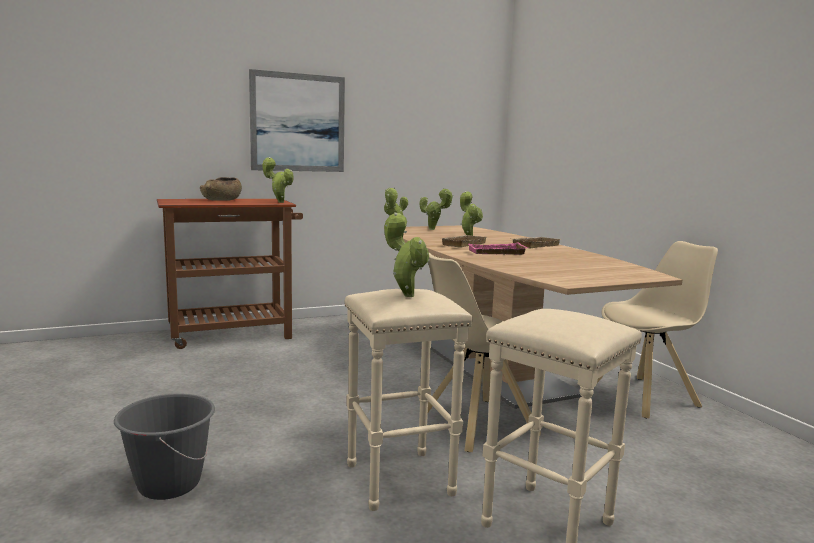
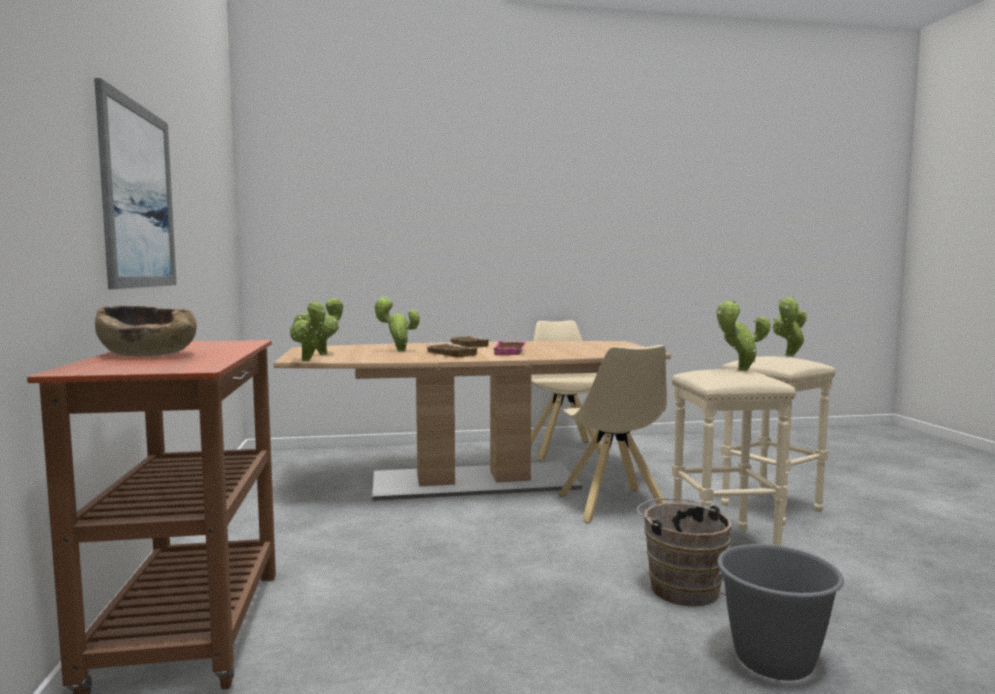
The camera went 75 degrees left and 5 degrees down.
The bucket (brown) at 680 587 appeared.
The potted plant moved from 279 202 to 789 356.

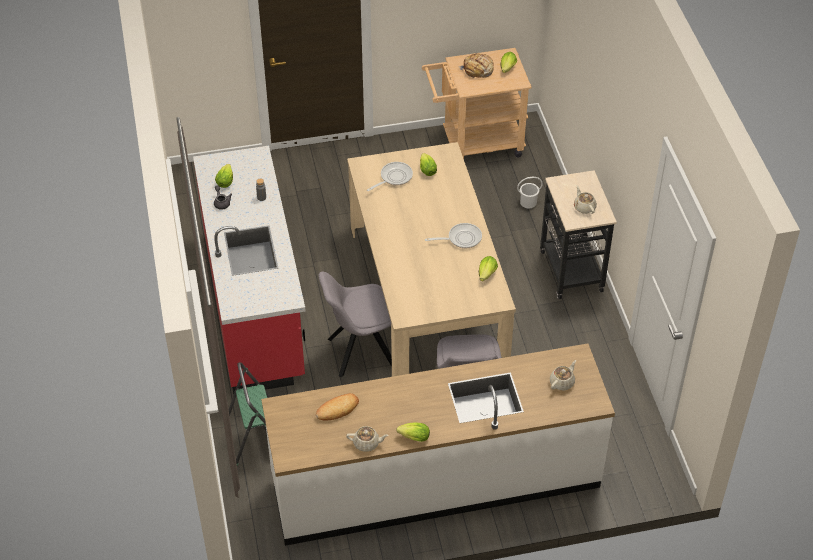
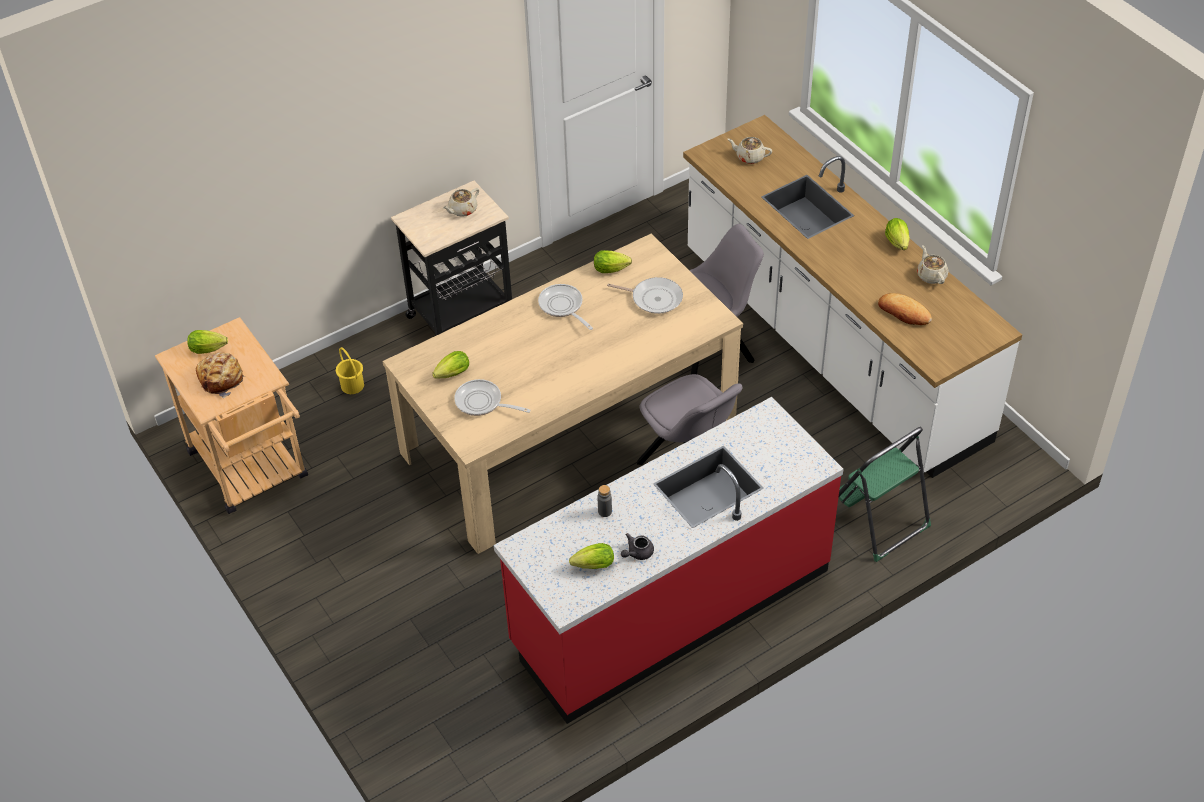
The camera went 110 degrees left and 0 degrees up.
The frying pan at 654 298 appeared.
The bucket (white) at 528 202 became the bucket (yellow) at 352 385.

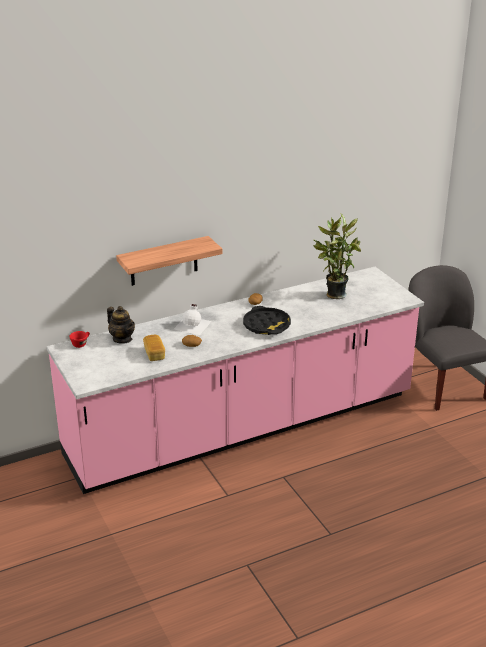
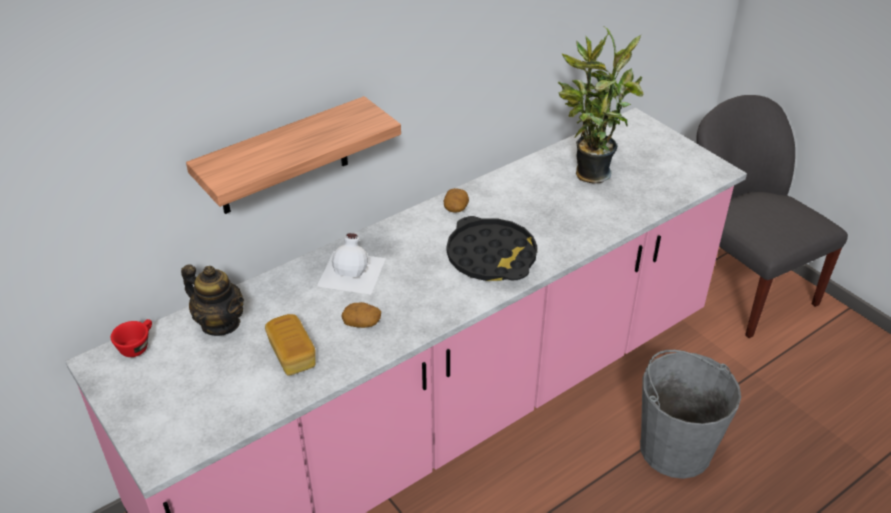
The camera went 10 degrees left and 10 degrees up.
The bucket (grey) at 675 448 appeared.

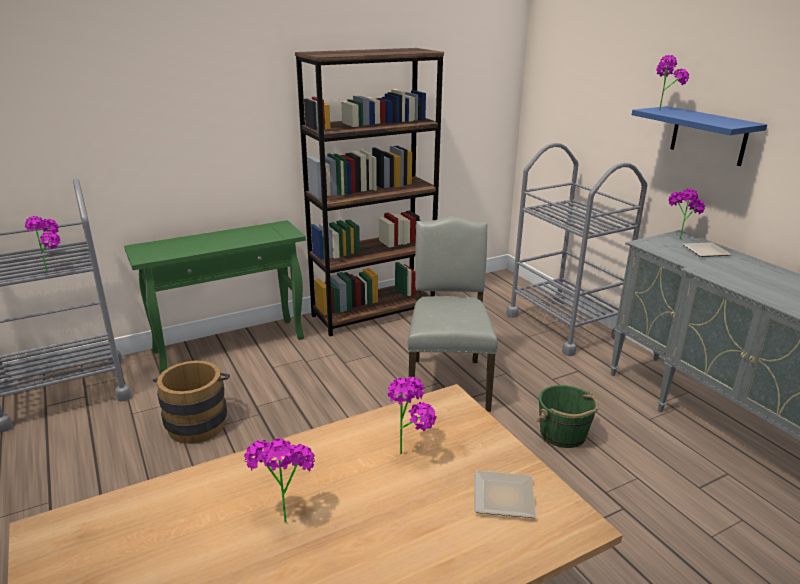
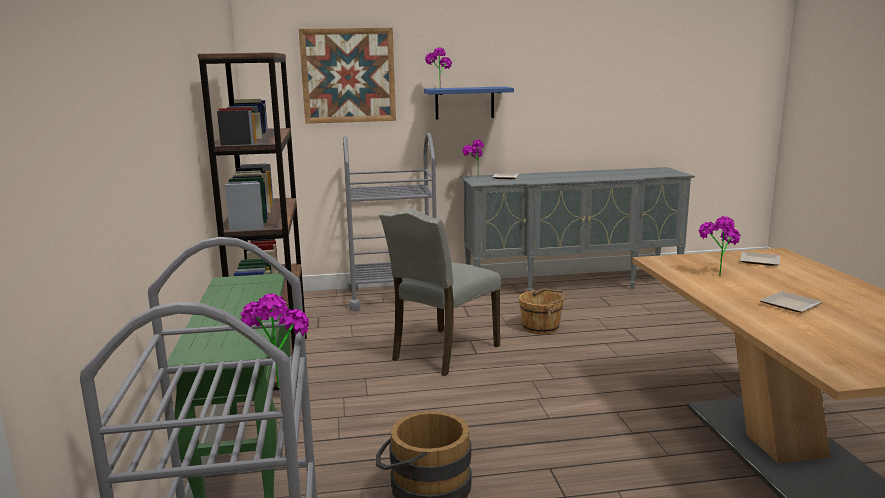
The camera went 70 degrees left and 10 degrees down.
The picture at 348 75 appeared.
The potted plant at 283 513 was replaced by the plate at 791 305.
The bucket (green) at 563 434 became the bucket (brown) at 541 327.
The chair (grey) at 447 381 turned 75 degrees counterclockwise.

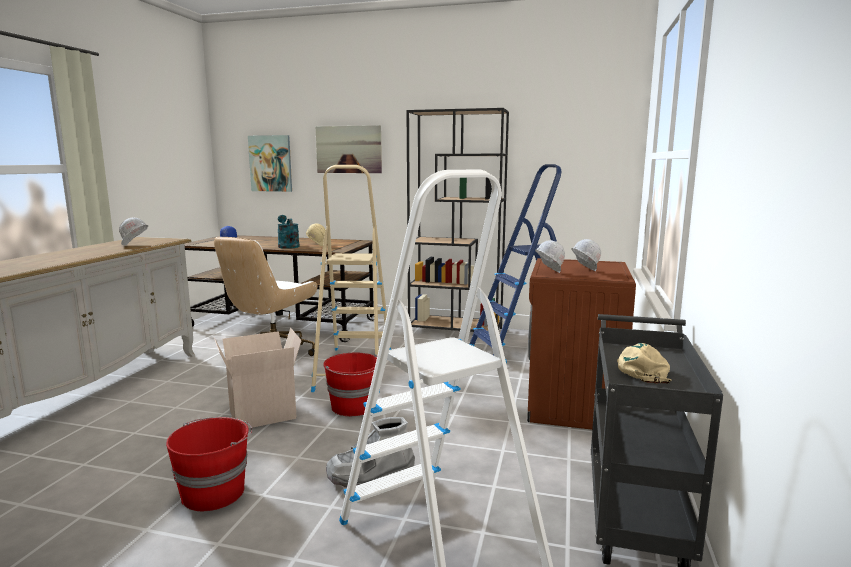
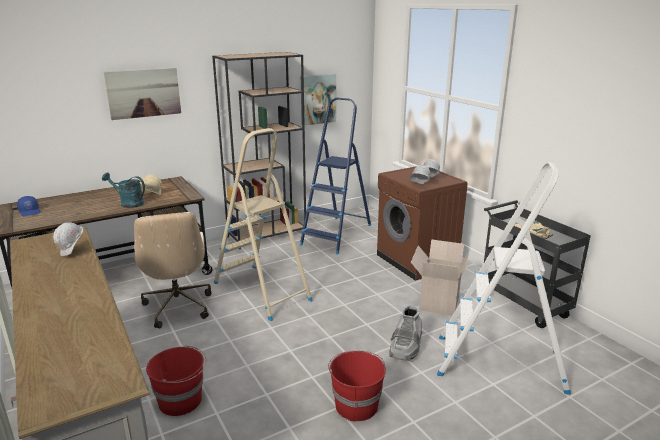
The camera went 45 degrees left and 10 degrees up.
The cardboard box moved from 263 413 to 438 302.
The picture moved from 271 163 to 318 99.
The bucket (red) moved from 354 407 to 181 400.

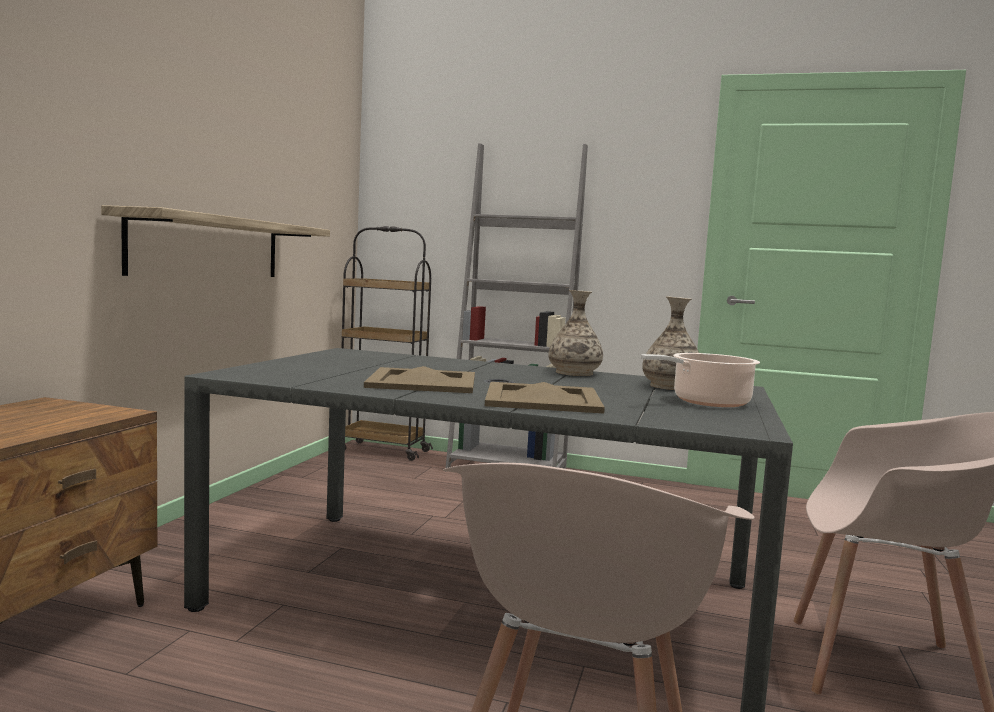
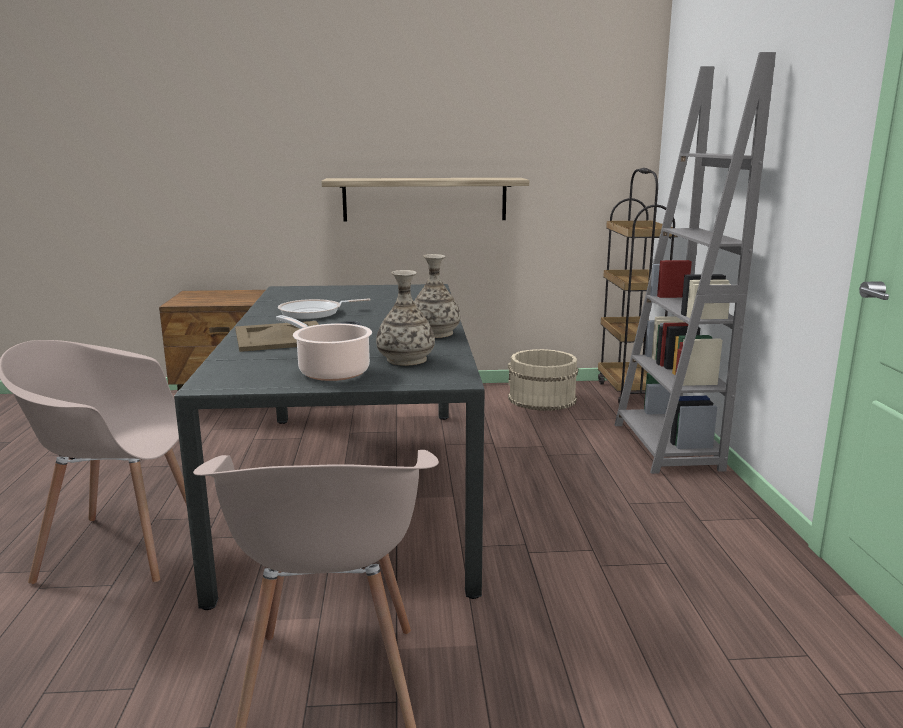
The camera went 70 degrees right and 10 degrees up.
The bucket (beige) at 542 399 appeared.
The tray (beige) at 424 381 was replaced by the frying pan at 314 313.

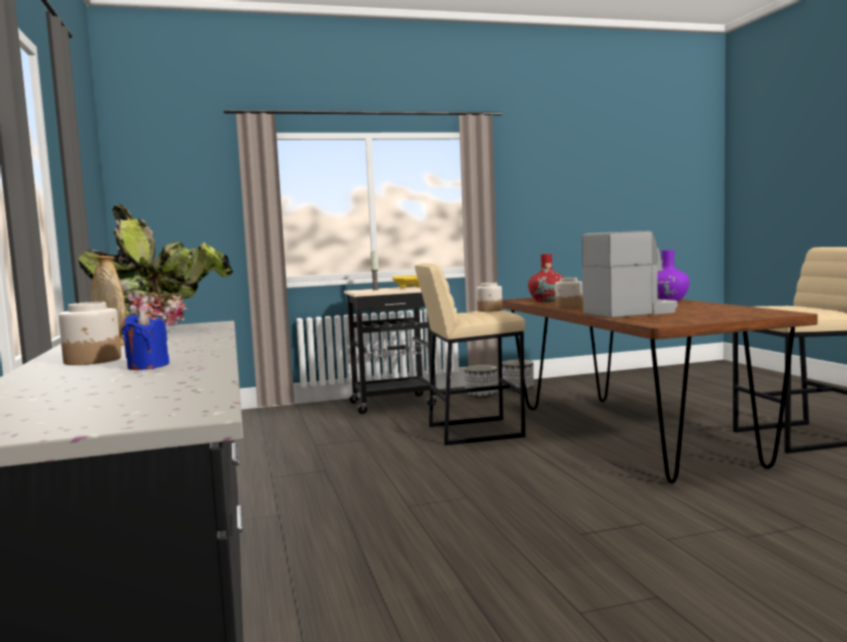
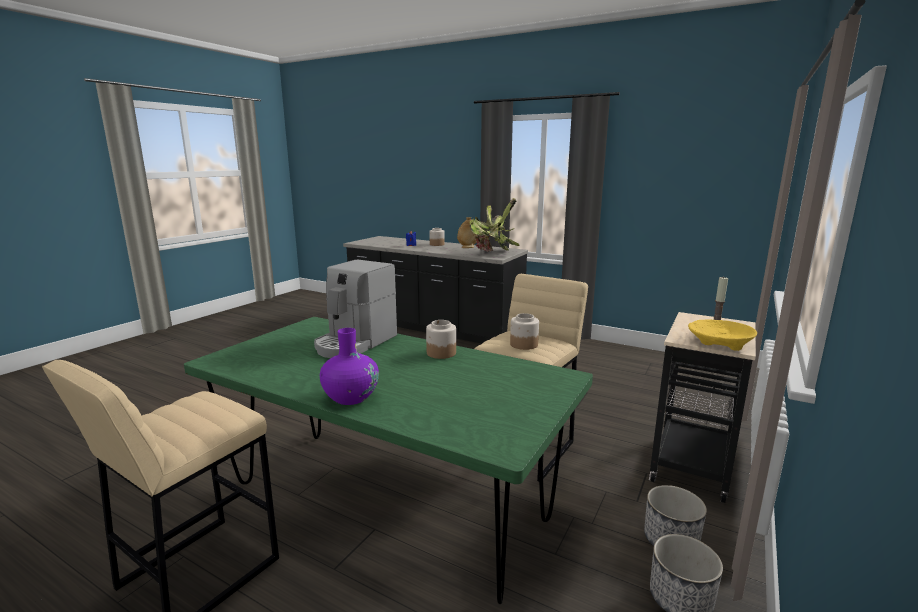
The camera went 135 degrees right and 10 degrees up.
The vase (red) at 547 301 disappeared.
The dining table (brown) at 628 434 became the dining table (green) at 390 501.

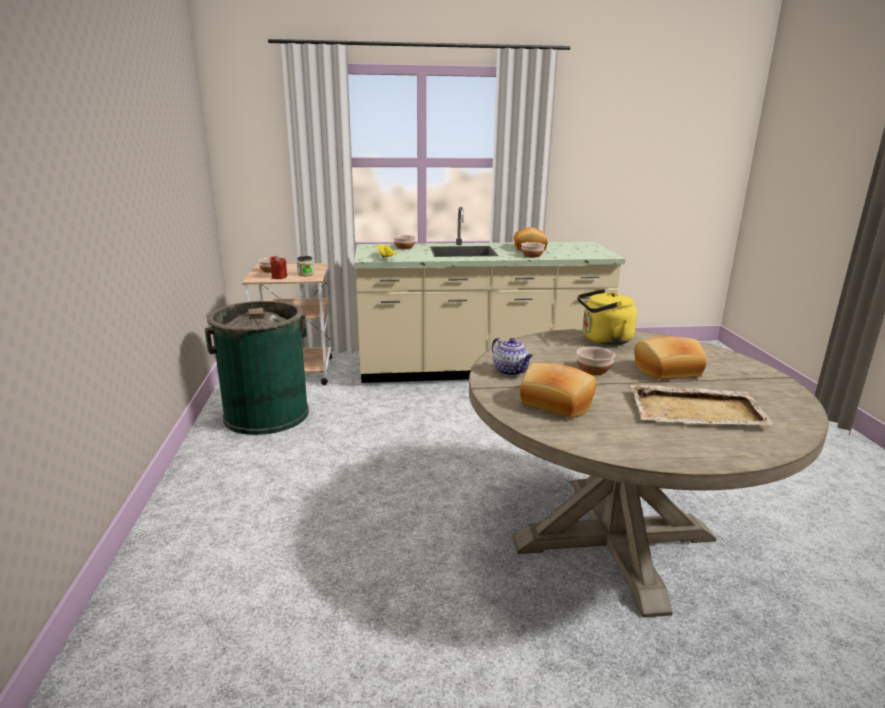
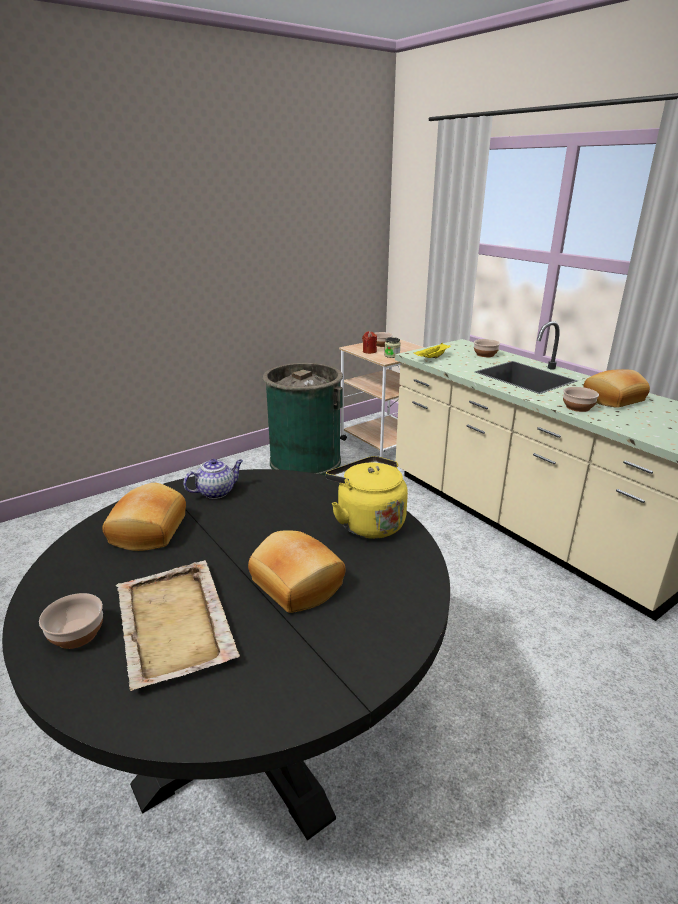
The camera went 60 degrees right and 5 degrees up.
The bowl moved from 594 370 to 76 634.
The dining table (beige) at 613 539 became the dining table (black) at 254 730.
The teapot at 511 371 turned 150 degrees counterclockwise.

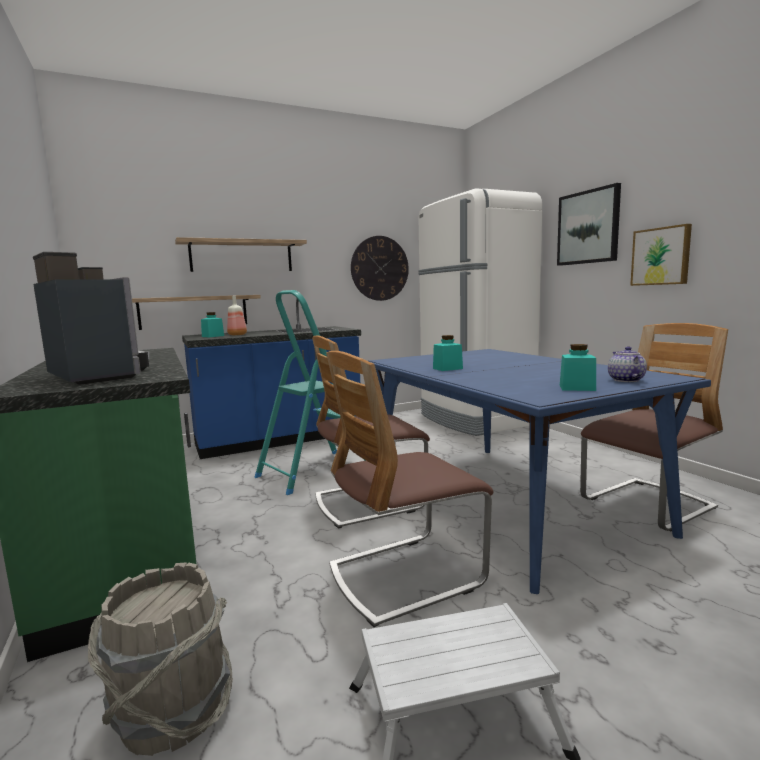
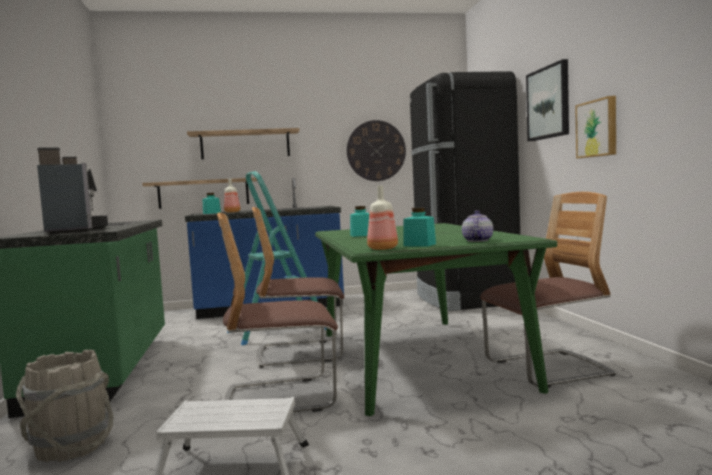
The camera went 15 degrees right and 5 degrees down.
The bottle at 382 249 appeared.
The dining table (blue) at 502 500 became the dining table (green) at 415 358.
The fridge (white) at 474 420 became the fridge (black) at 464 299.

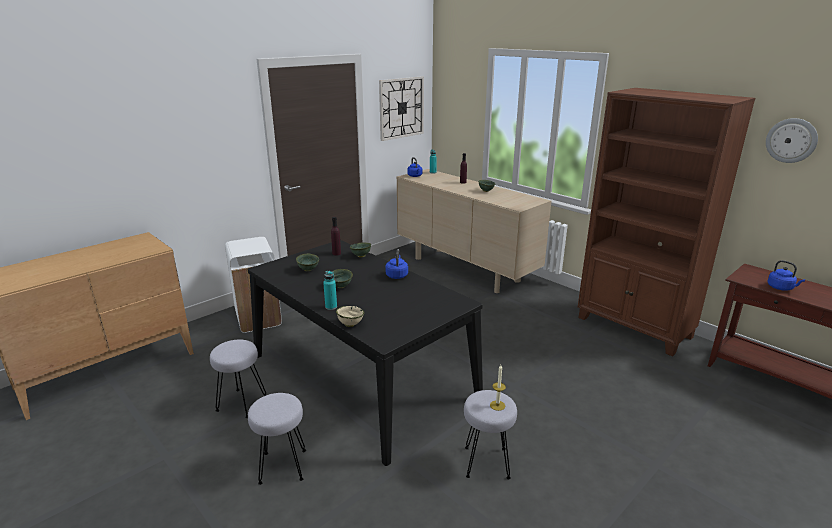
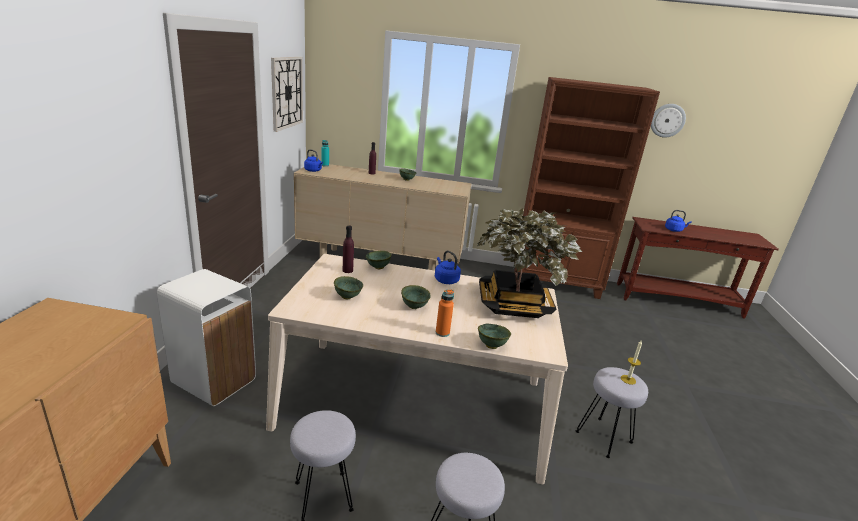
The camera went 40 degrees left and 0 degrees up.
The potted plant at 514 305 appeared.
The dining table (black) at 361 376 became the dining table (beige) at 415 403.
The bottle (turquoise) at 331 307 became the bottle (orange) at 442 333.
The bowl (beige) at 350 324 became the bowl (green) at 491 346.

